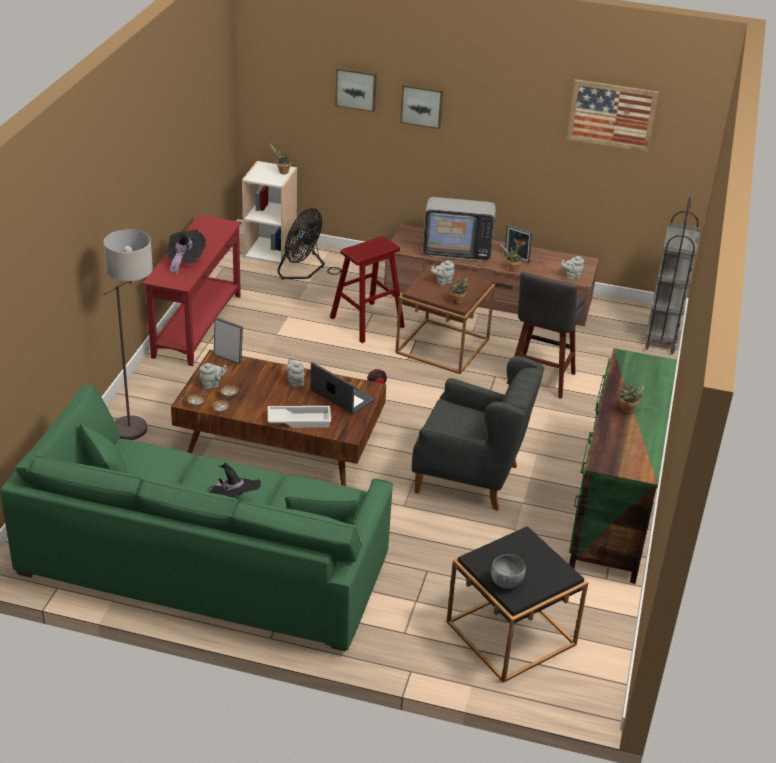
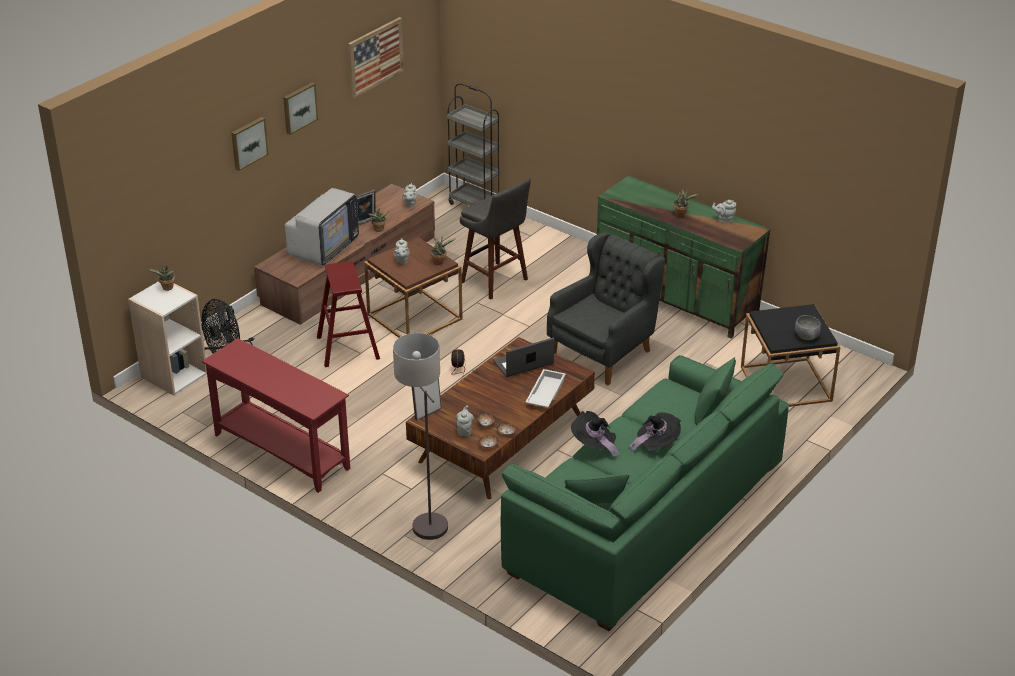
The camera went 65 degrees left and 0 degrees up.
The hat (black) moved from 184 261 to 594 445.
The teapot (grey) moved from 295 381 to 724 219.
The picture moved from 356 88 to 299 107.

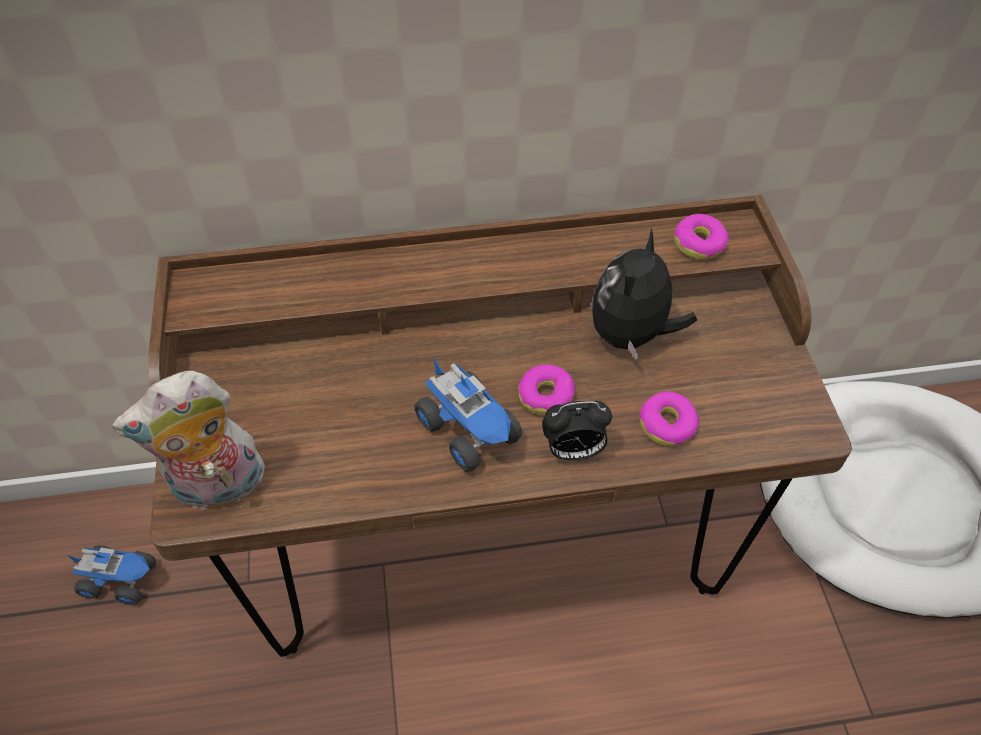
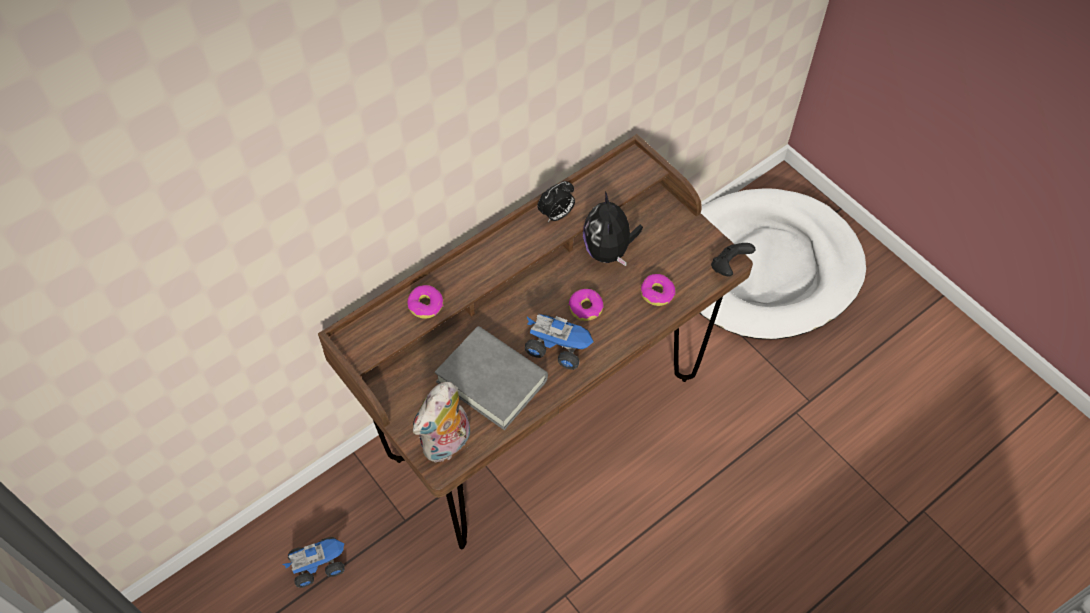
The camera went 30 degrees left and 5 degrees up.
The book (grey) at 492 381 appeared.
The game controller (black) at 728 266 appeared.
The alarm clock moved from 573 451 to 556 215.
The donut moved from 699 243 to 426 305.

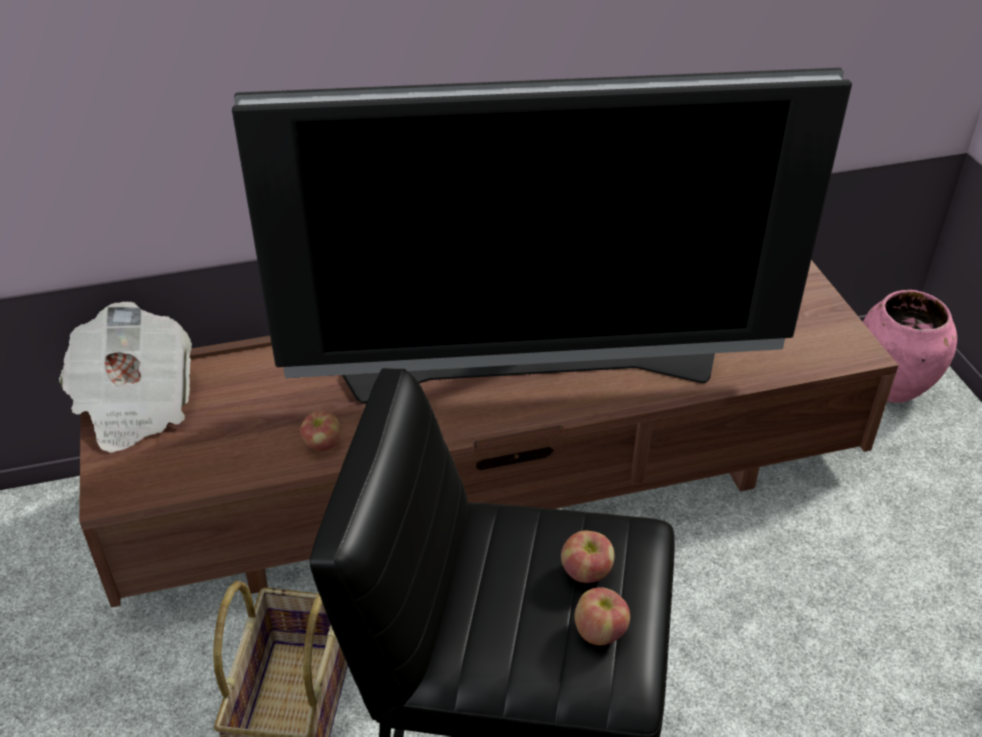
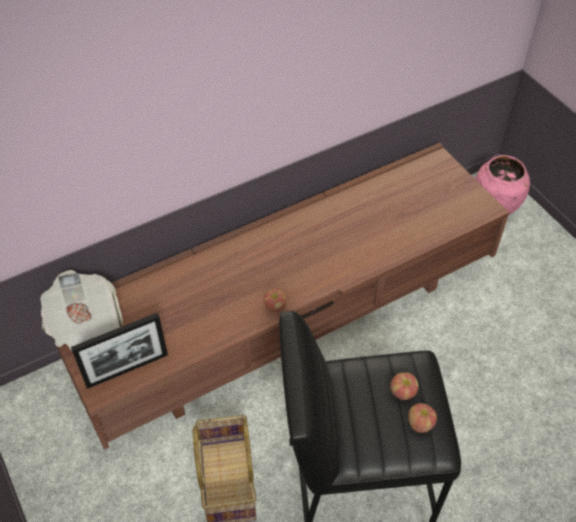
The camera went 15 degrees left and 10 degrees up.
The television at 533 370 disappeared.
The picture frame at 127 369 appeared.
The apple moved from 323 444 to 275 306.

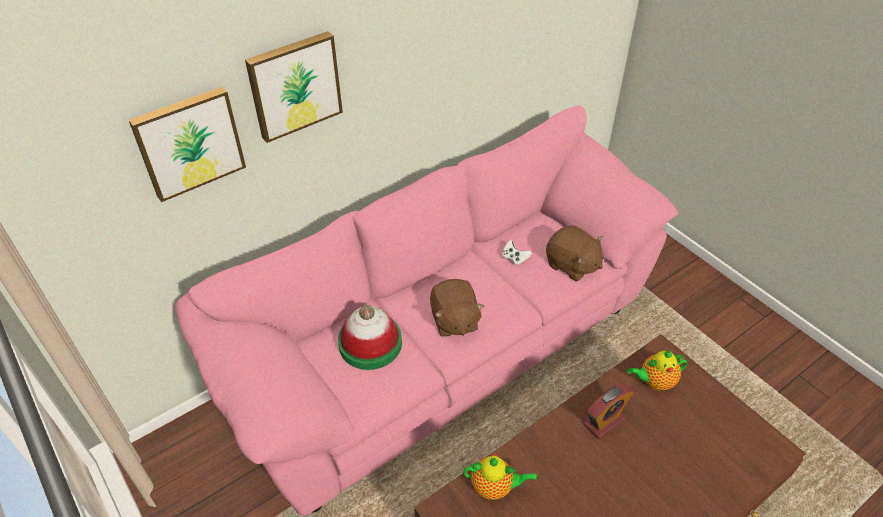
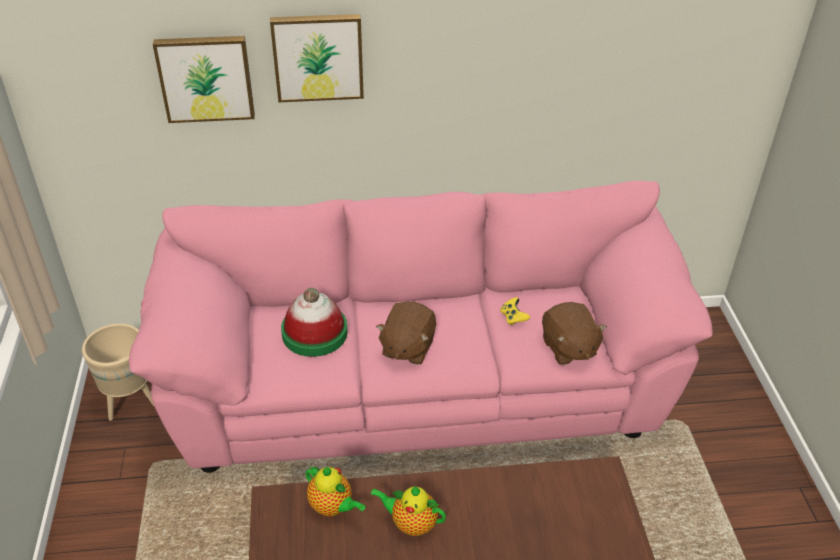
The camera went 30 degrees right and 5 degrees down.
The alarm clock at 604 421 disappeared.
The planter (beige) at 131 402 appeared.
The teapot moved from 654 382 to 411 523.
The game controller (white) at 514 258 became the game controller (yellow) at 513 317.

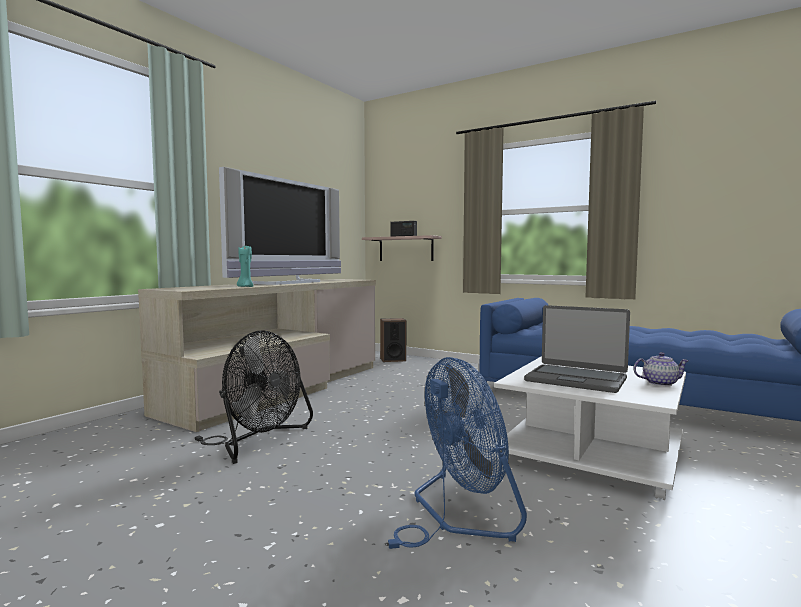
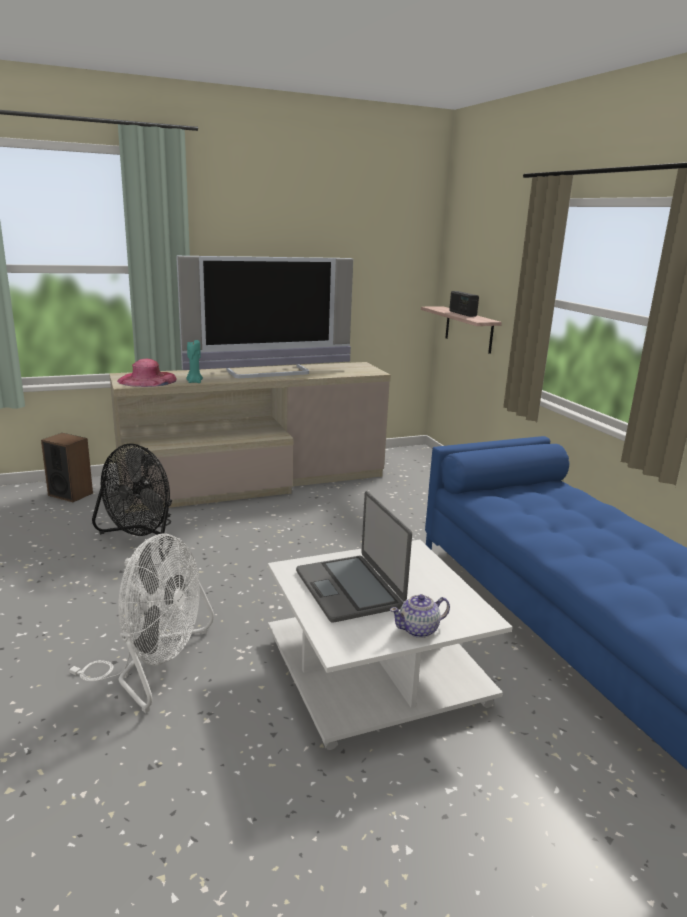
The camera went 35 degrees right and 15 degrees up.
The hat (pink) at 147 379 appeared.
The speaker moved from 393 359 to 70 494.
The fan (blue) at 451 512 became the fan (white) at 152 667.
The fan (black) at 254 442 turned 60 degrees clockwise.
The teapot at 659 383 turned 120 degrees clockwise.

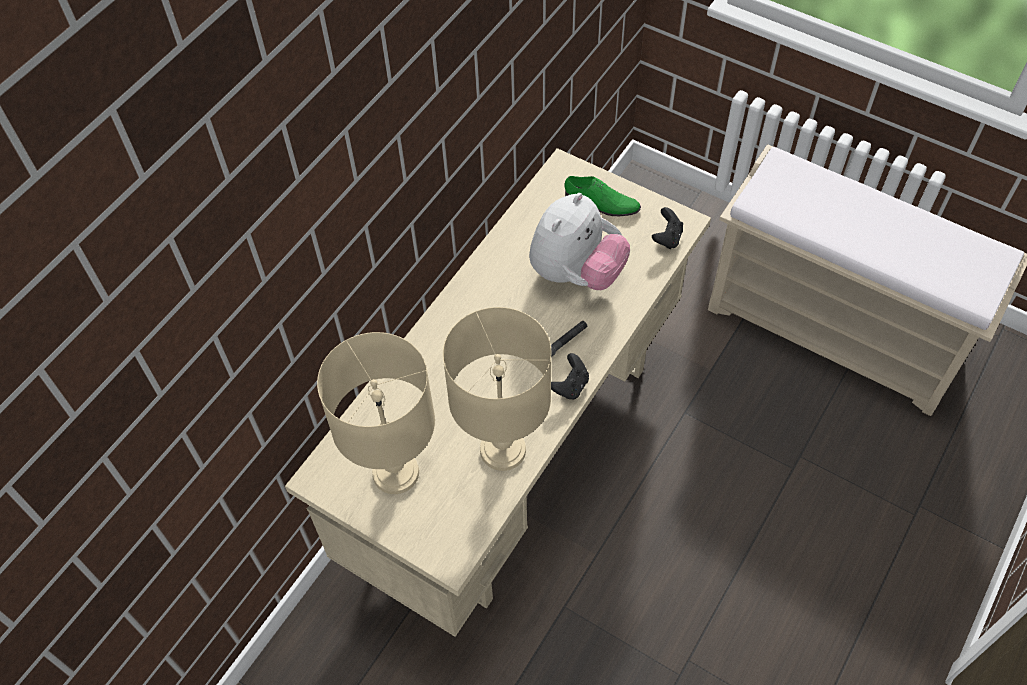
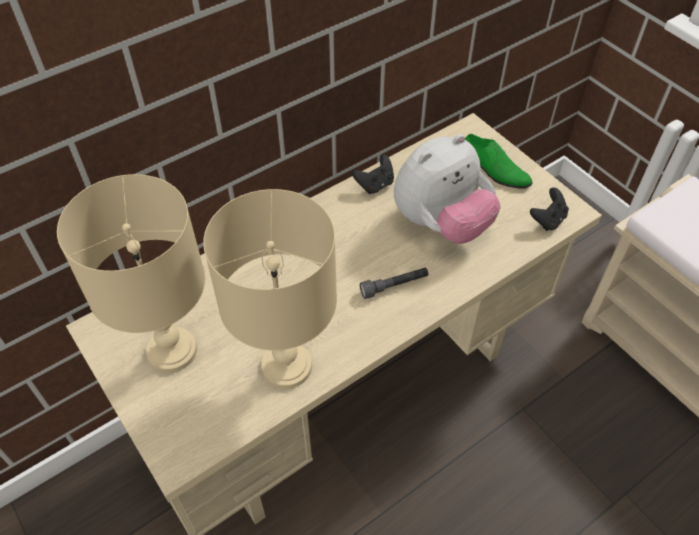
The camera went 20 degrees right and 5 degrees down.
The game controller (black) moved from 570 386 to 375 185.

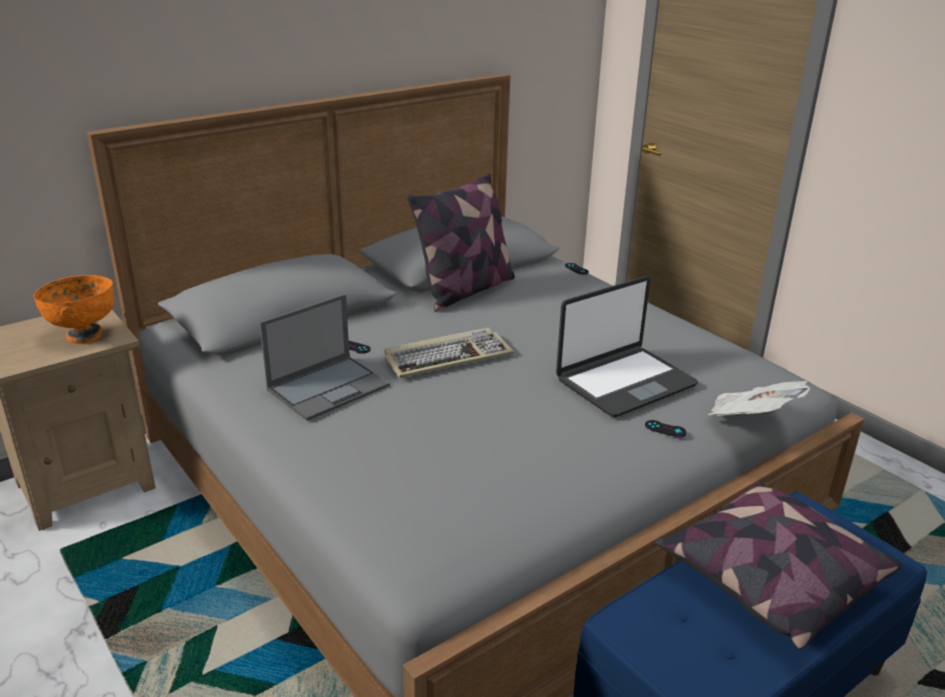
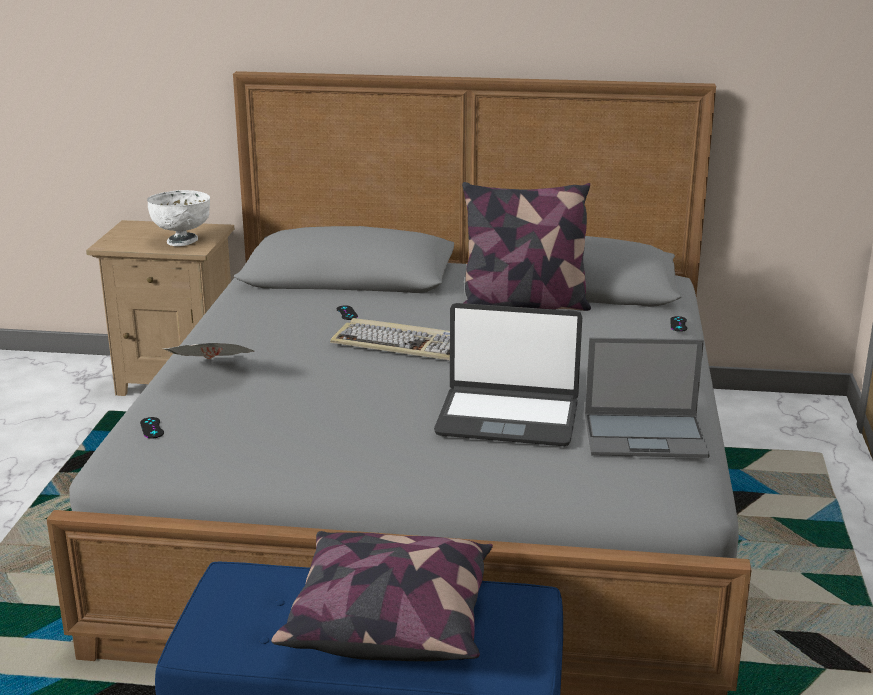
The camera went 45 degrees right and 5 degrees down.
The laptop moved from 329 387 to 646 435.
The game controller (black) moved from 665 429 to 152 428.
The newspaper moved from 751 419 to 212 373.
The bowl (orange) at 84 335 became the bowl (white) at 182 241.

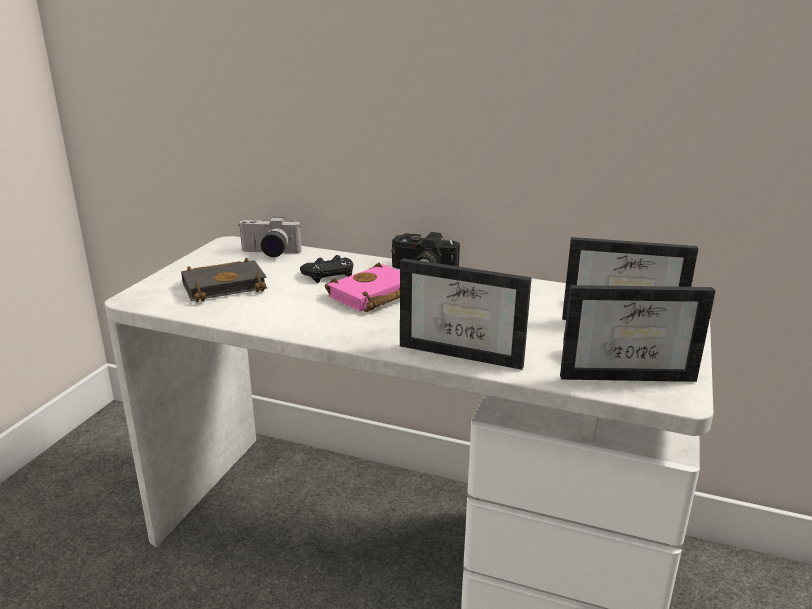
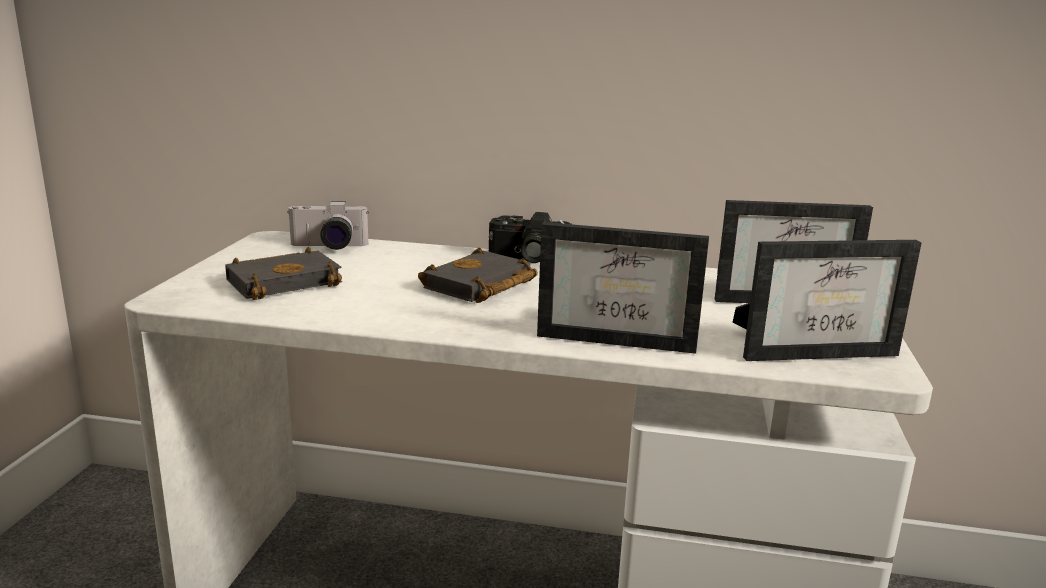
The camera went 10 degrees left and 5 degrees down.
The game controller (black) at 328 274 disappeared.
The book (pink) at 373 296 became the book (black) at 479 286.

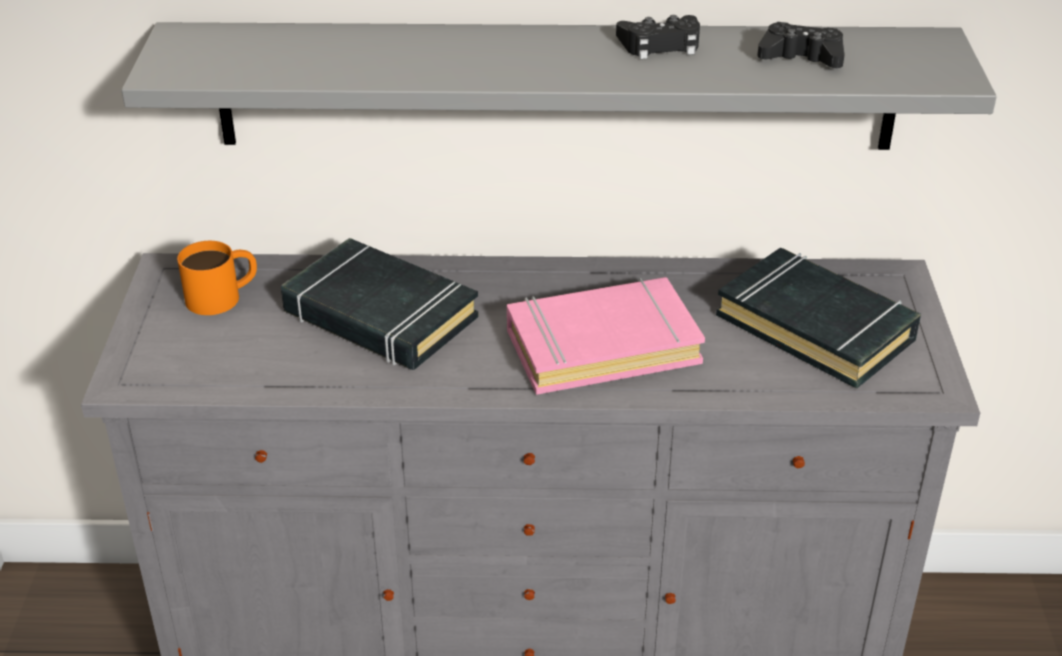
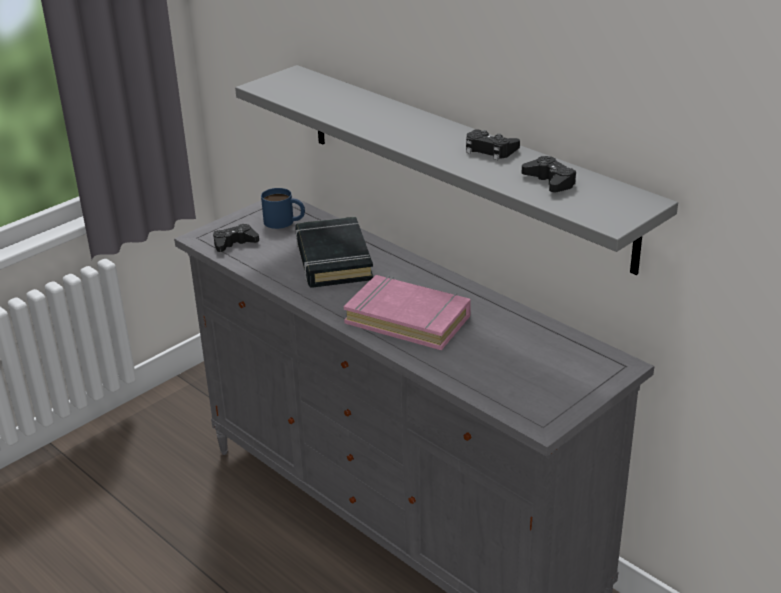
The camera went 45 degrees right and 5 degrees down.
The book (black) at 816 327 disappeared.
The game controller (black) at 234 243 appeared.
The mug (orange) at 223 296 became the mug (blue) at 284 222.

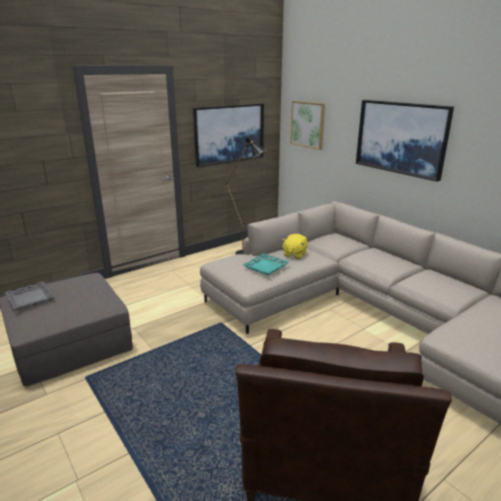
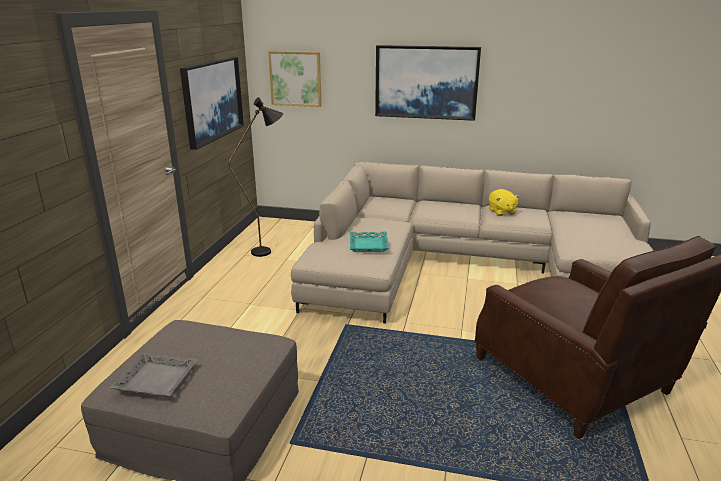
The camera went 40 degrees left and 0 degrees up.
The plush toy (yellow) moved from 294 254 to 501 212.

